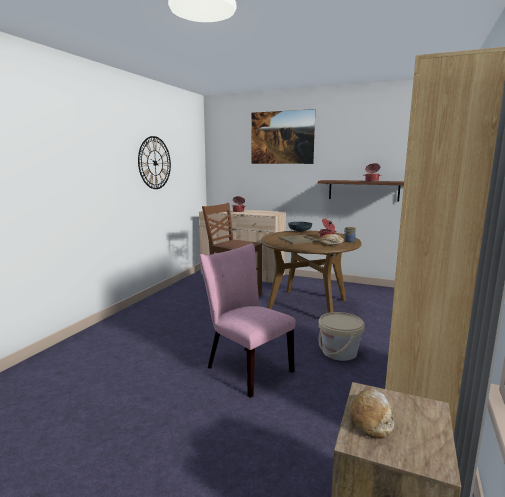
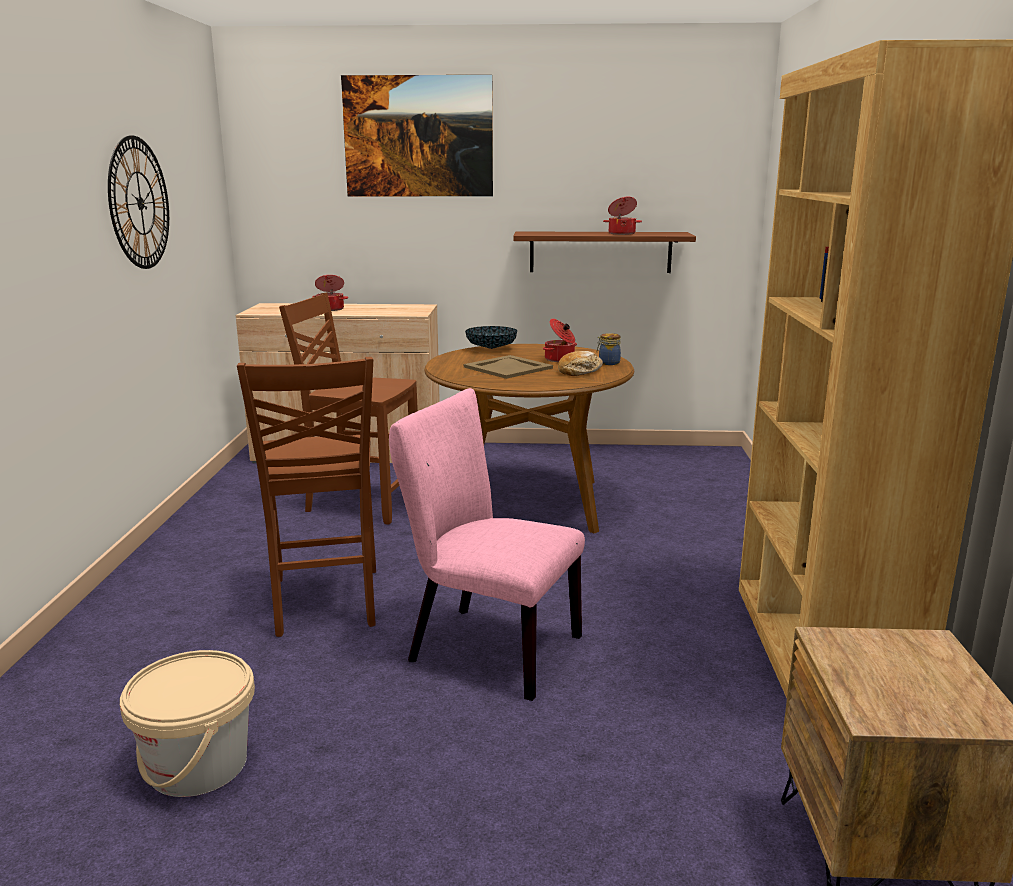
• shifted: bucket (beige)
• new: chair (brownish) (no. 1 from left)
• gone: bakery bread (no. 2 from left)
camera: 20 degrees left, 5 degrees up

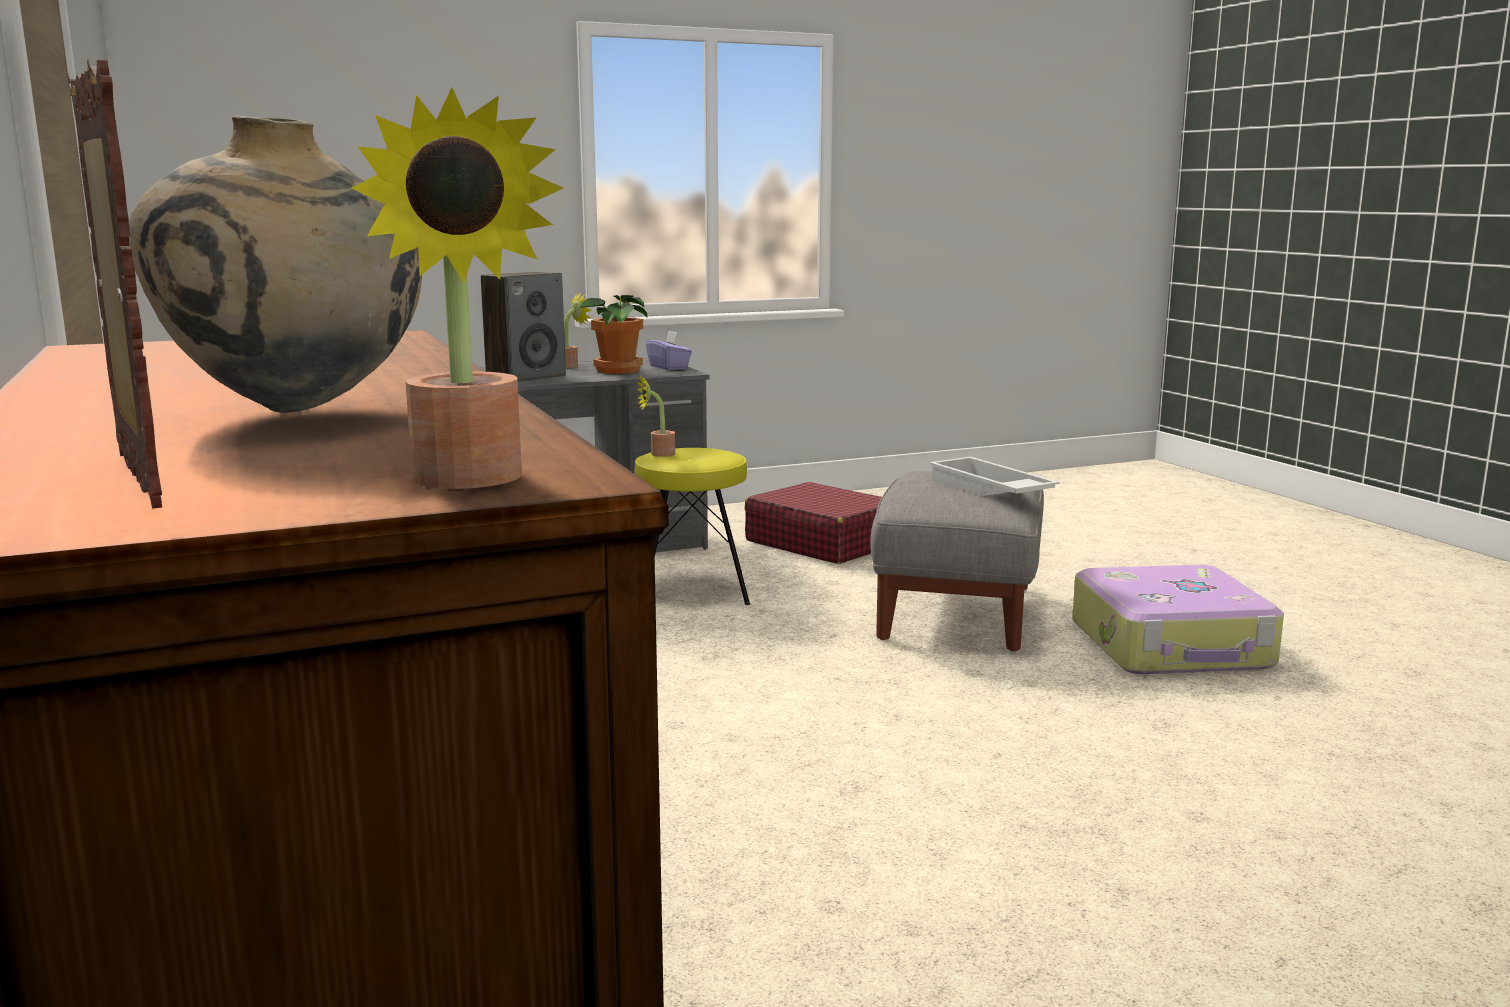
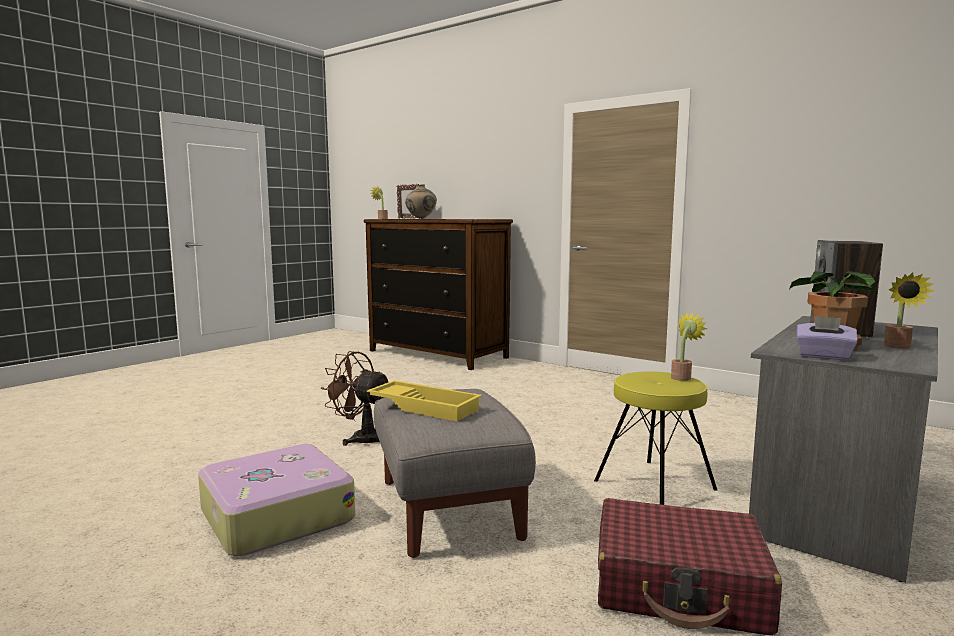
• new: electric fan (brownish)
• repainted: serving tray (white-coloured) to serving tray (yellow-coloured)
camera: 150 degrees right, 5 degrees down

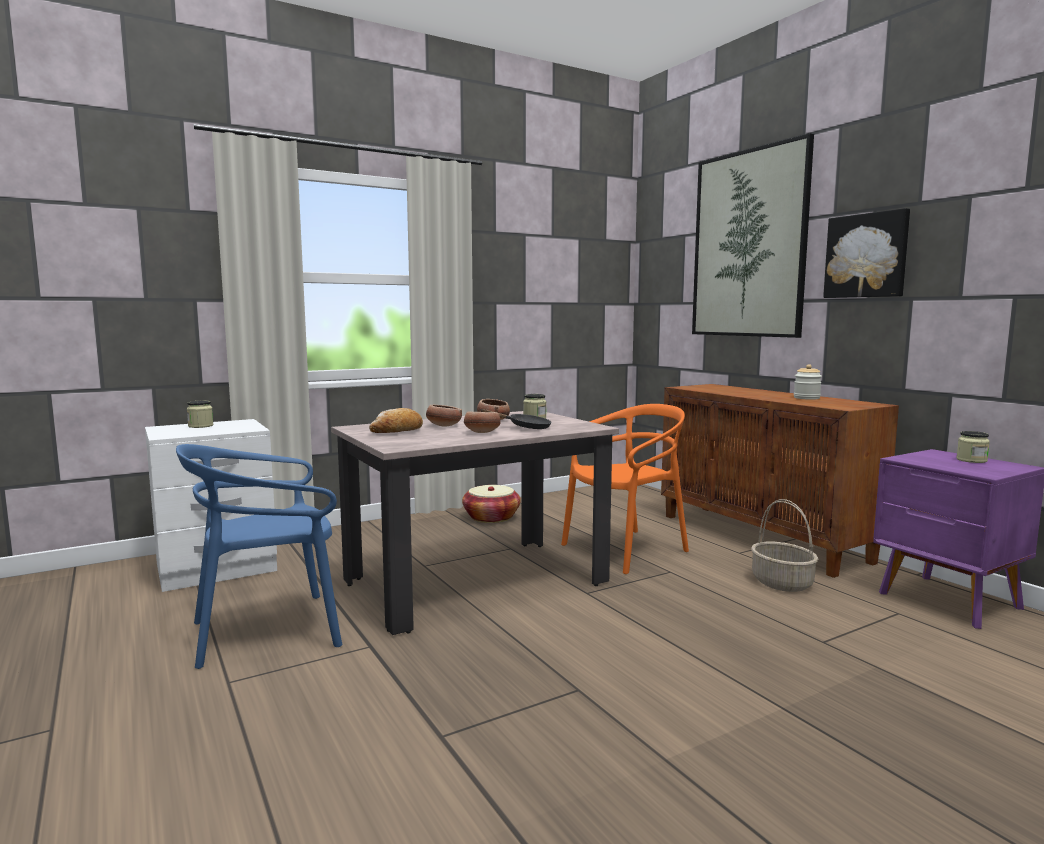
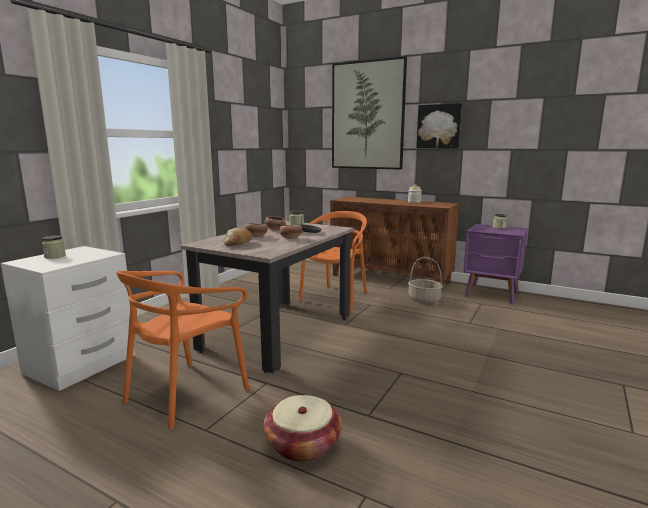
• repainted: chair (blue-coloured) to chair (orangey) (no. 1 from left)
• shifted: basket (no. 1 from left)
camera: 30 degrees left, 5 degrees up

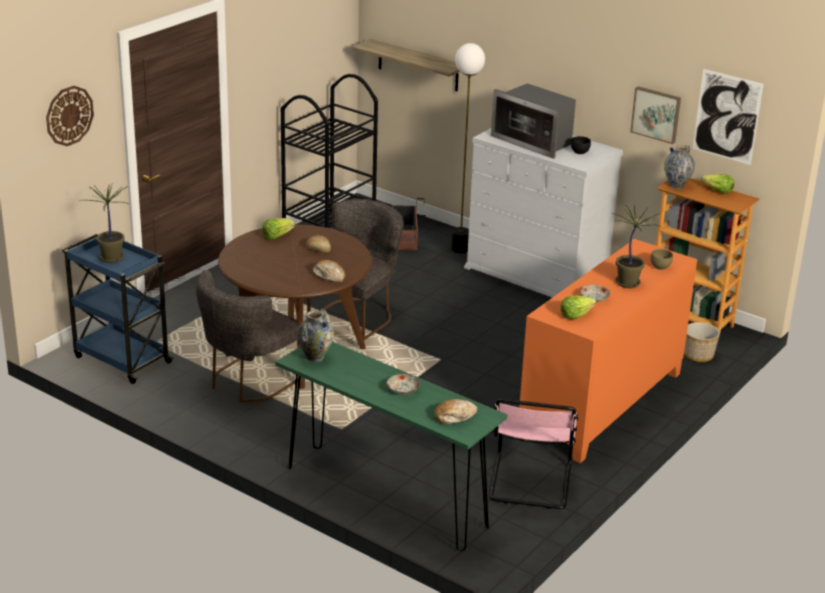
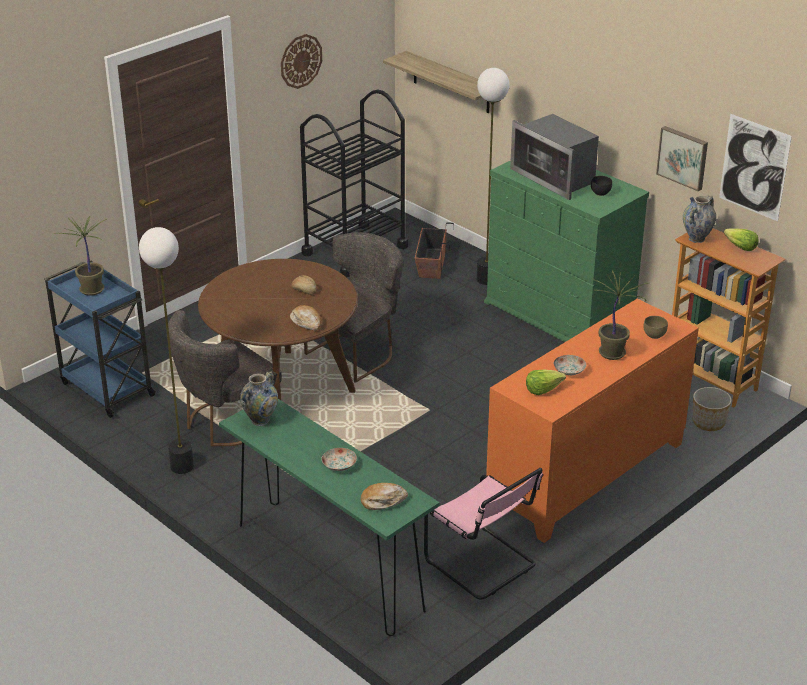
• new: floor lamp (no. 1 from left)
• shifted: hanging clock
• rotated: chair (pinkish) 60 degrees counterclockwise
• repainted: chest of drawers (white-coloured) to chest of drawers (green)
• gone: head of lettuce (no. 1 from left)
camera: 10 degrees right, 5 degrees up

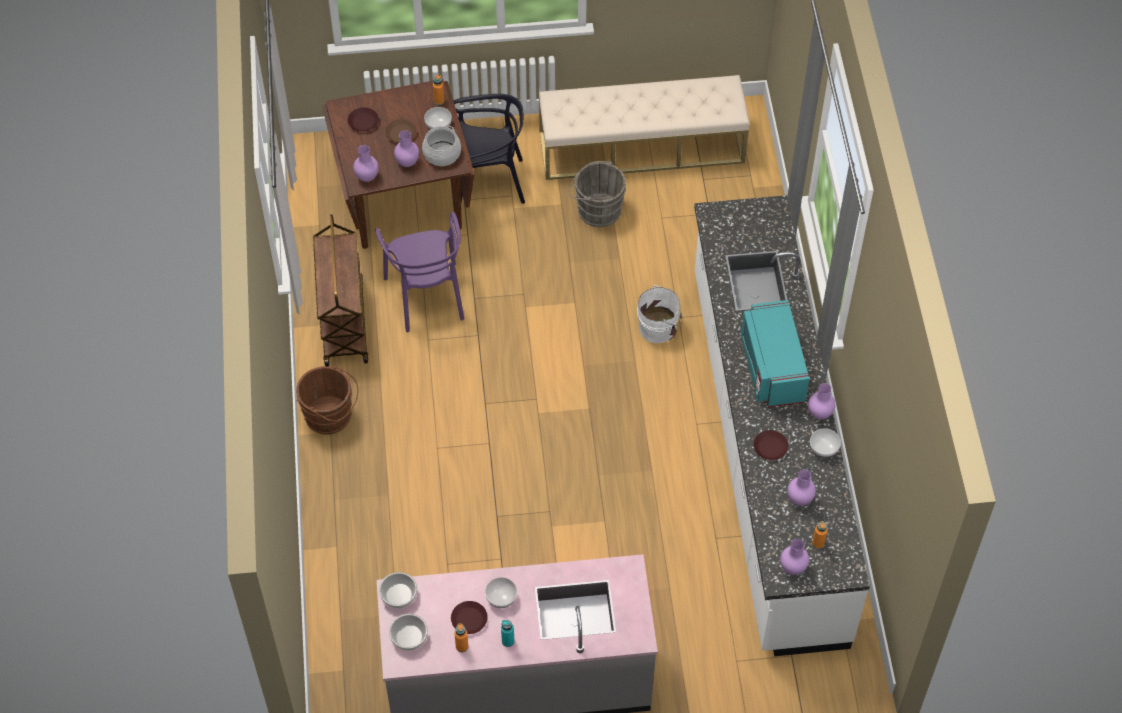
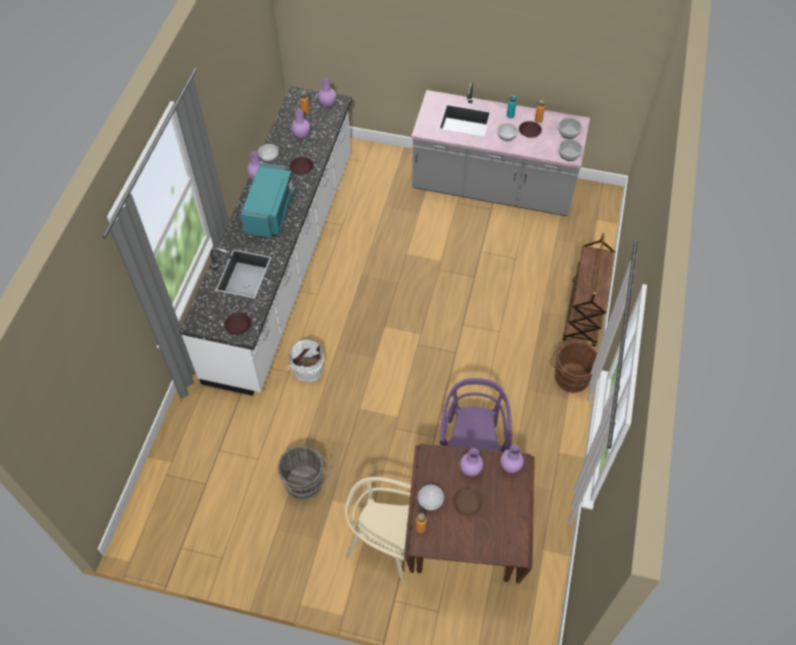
• shifted: dinner plate (brownish) (no. 1 from left)
• repainted: chair (blackish) to chair (beige)
• shifted: trolley (brownish)
• gone: cooking pot
• gone: long seat (beige)
camera: 160 degrees left, 0 degrees up

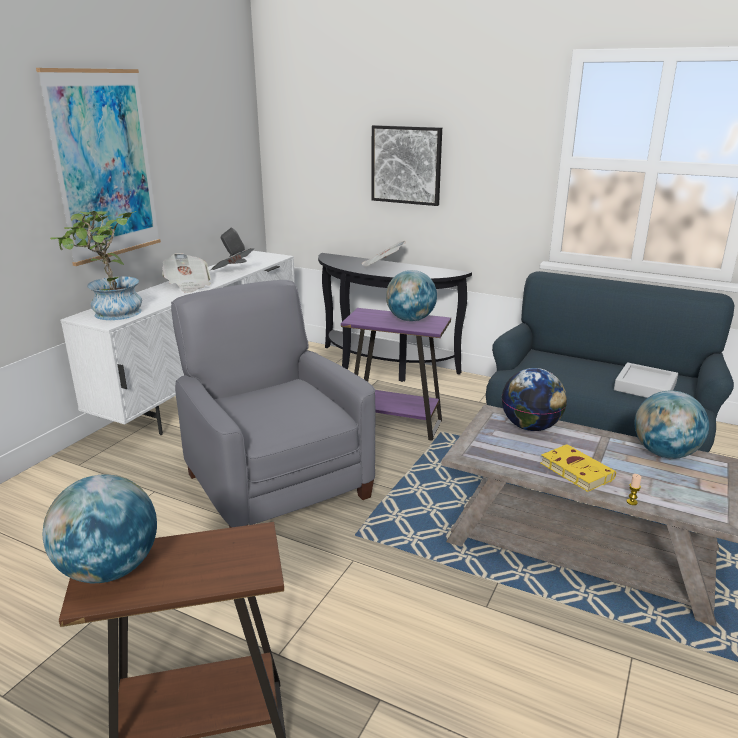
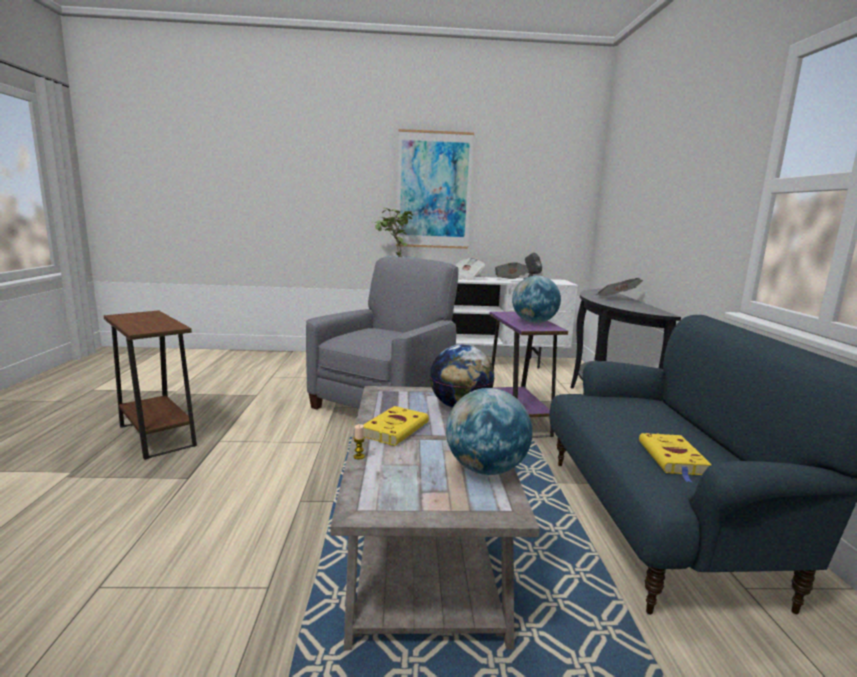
• swapped: serving tray (greyish) to book (yellow-coloured) (no. 2 from left)
• gone: world globe (no. 1 from left)
• gone: picture (no. 2 from left)
camera: 60 degrees right, 10 degrees down

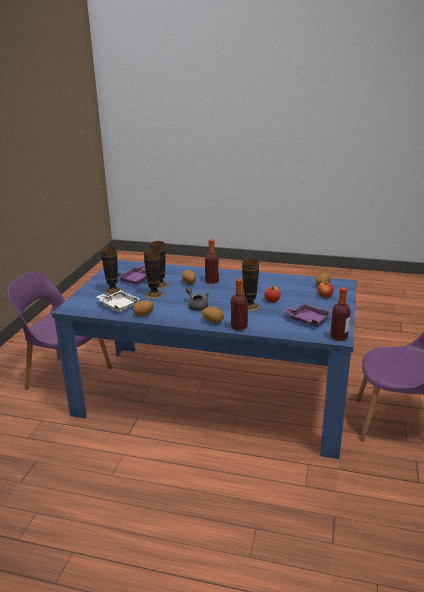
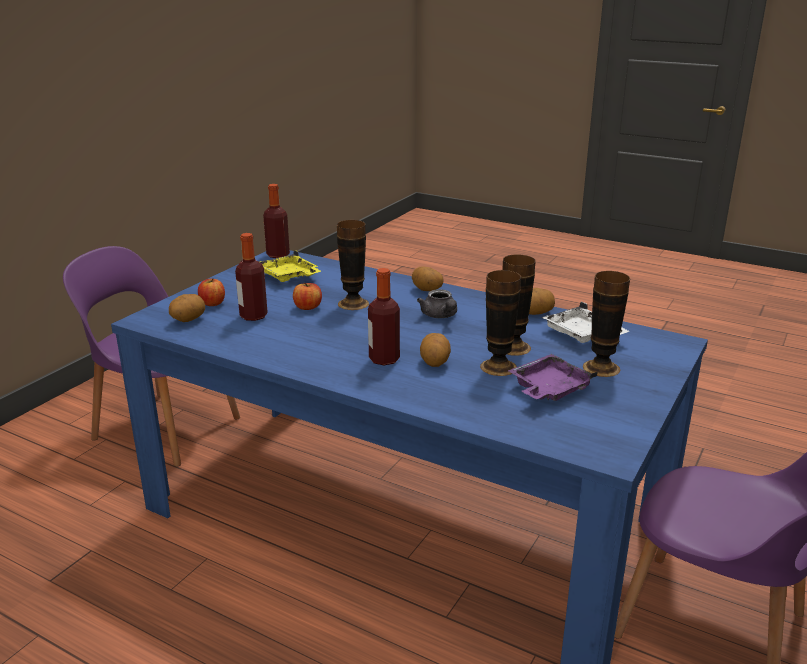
• shifted: beverage bottle (no. 2 from left in the first image) to beverage bottle (no. 1 from left)
• repainted: serving tray (purple) (no. 2 from left) to serving tray (yellow-coloured)
camera: 165 degrees left, 0 degrees up

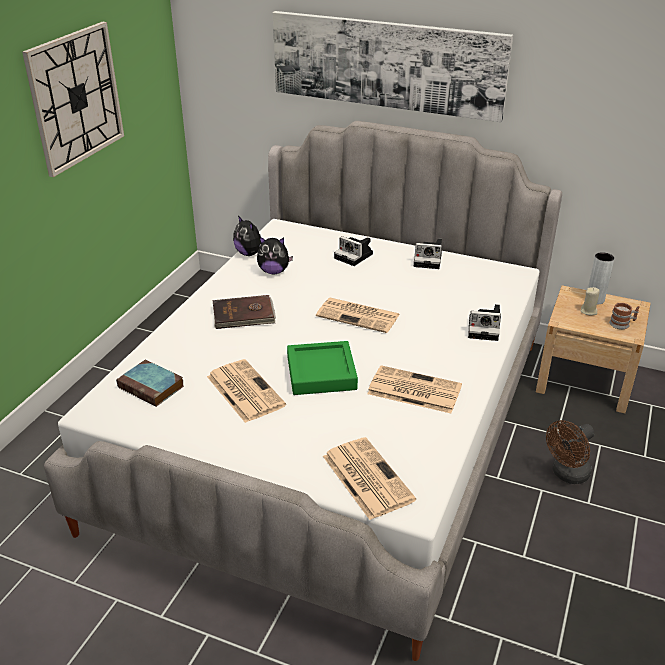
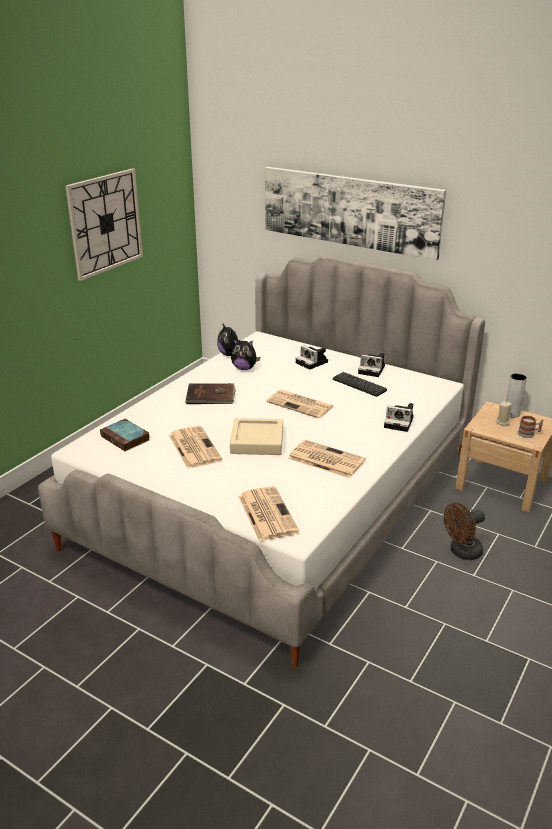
• repainted: serving tray (green) to serving tray (beige)
• new: keyboard
camera: 10 degrees right, 5 degrees down

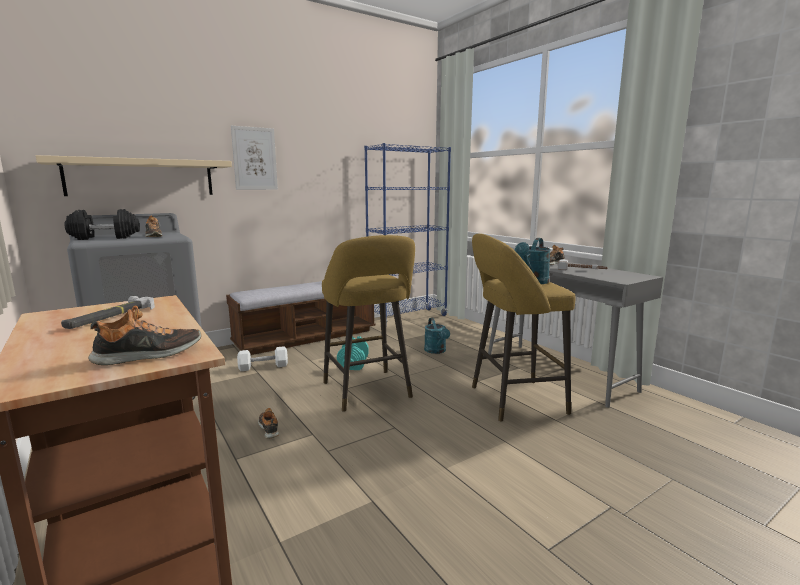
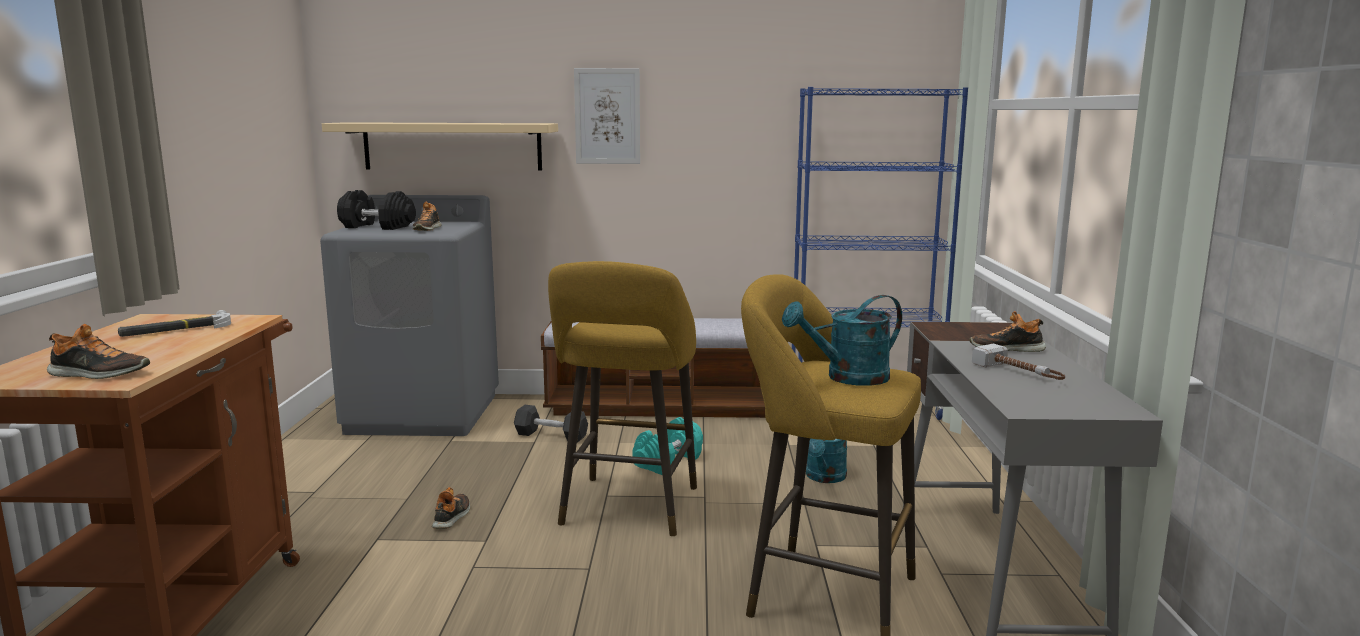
• repainted: dumbbell (white-coloured) to dumbbell (blackish) (no. 2 from left)
camera: 35 degrees right, 0 degrees up

